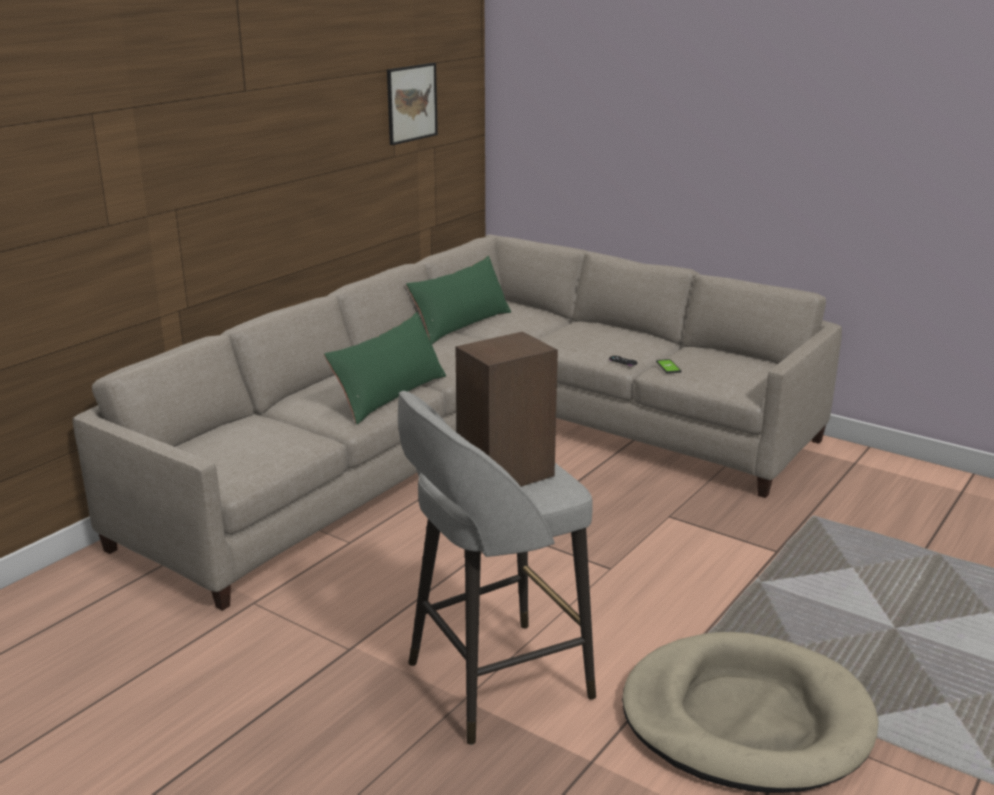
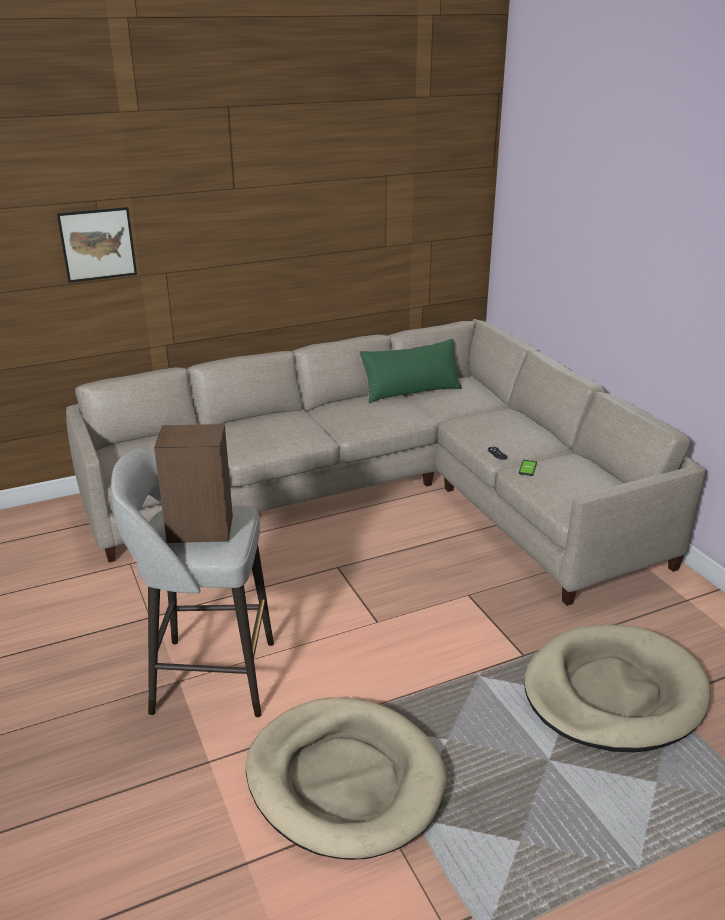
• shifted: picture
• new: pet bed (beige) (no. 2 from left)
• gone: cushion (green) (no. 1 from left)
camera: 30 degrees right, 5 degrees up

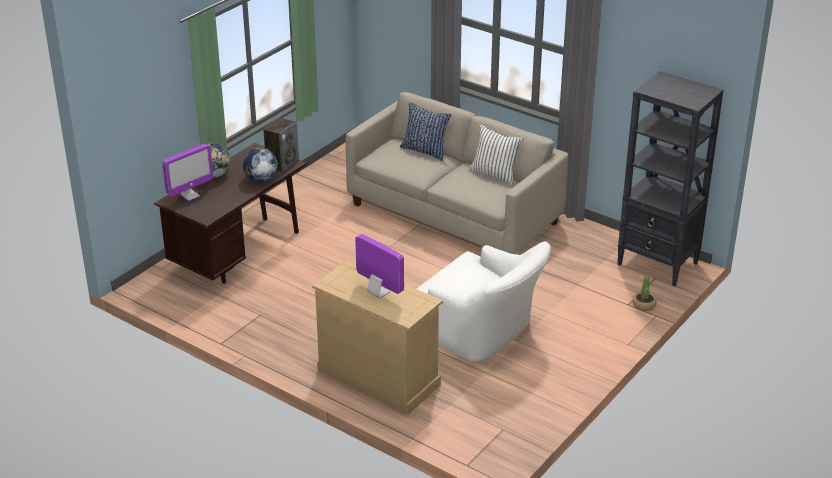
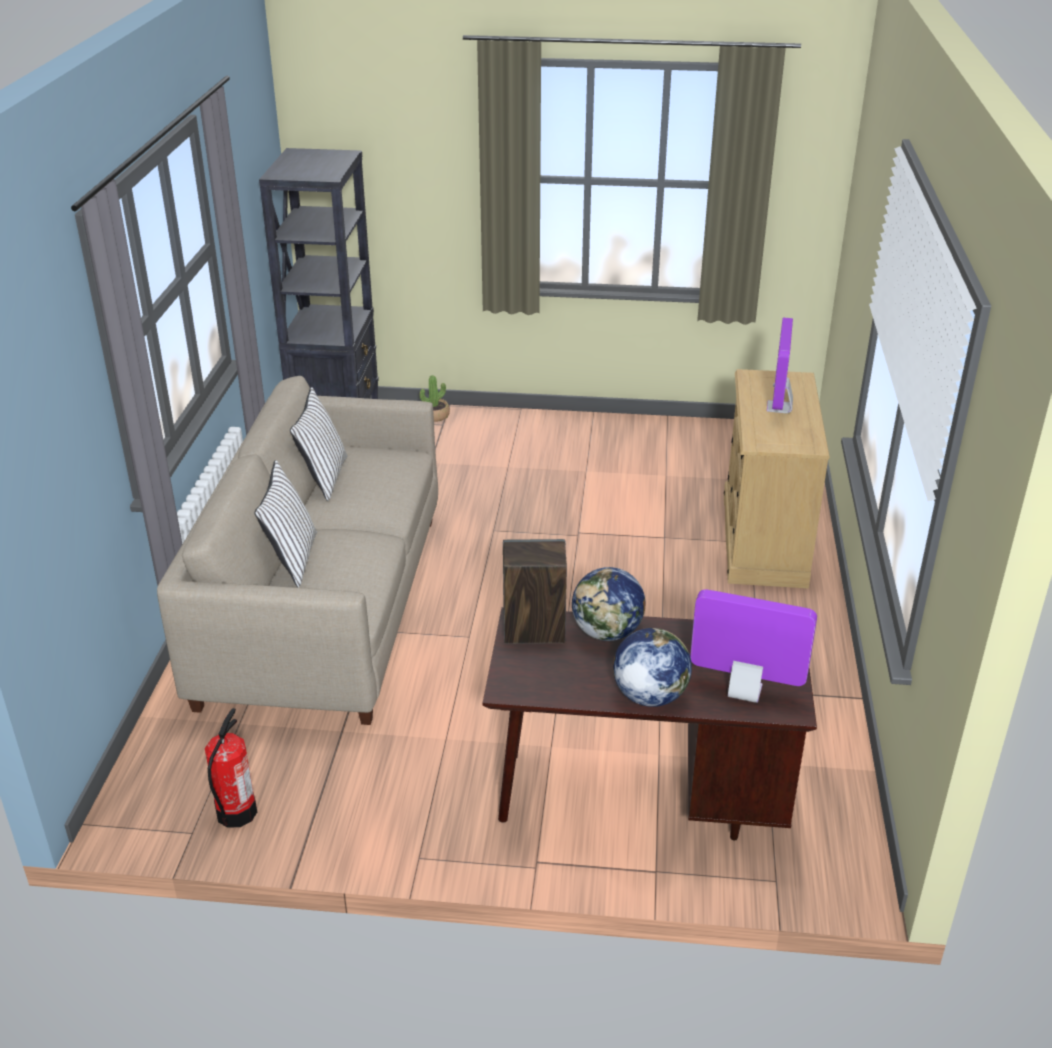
• new: extinguisher
• repainted: cushion (blue-coloured) to cushion (white-coloured) (no. 1 from left)
• gone: easy chair (white-coloured)
camera: 120 degrees left, 0 degrees up

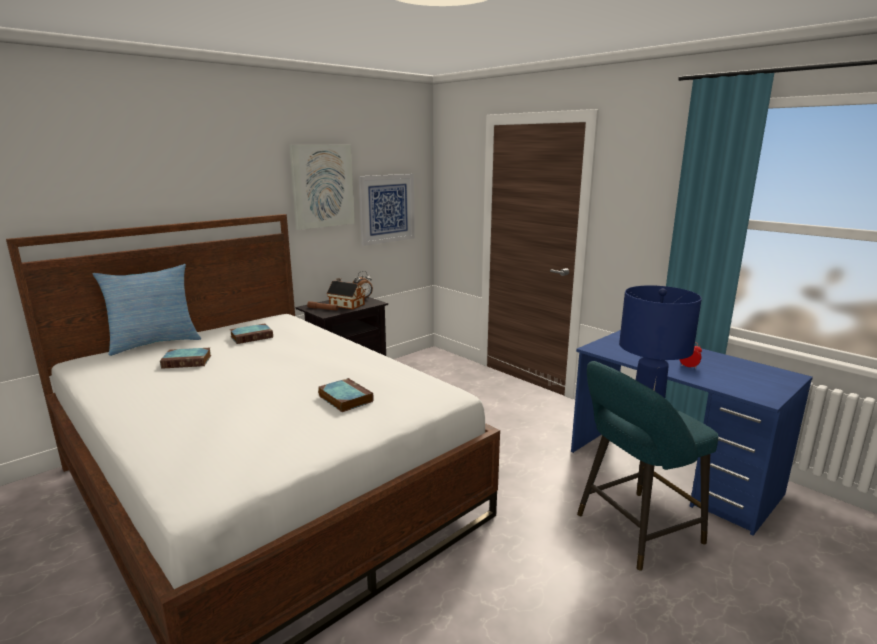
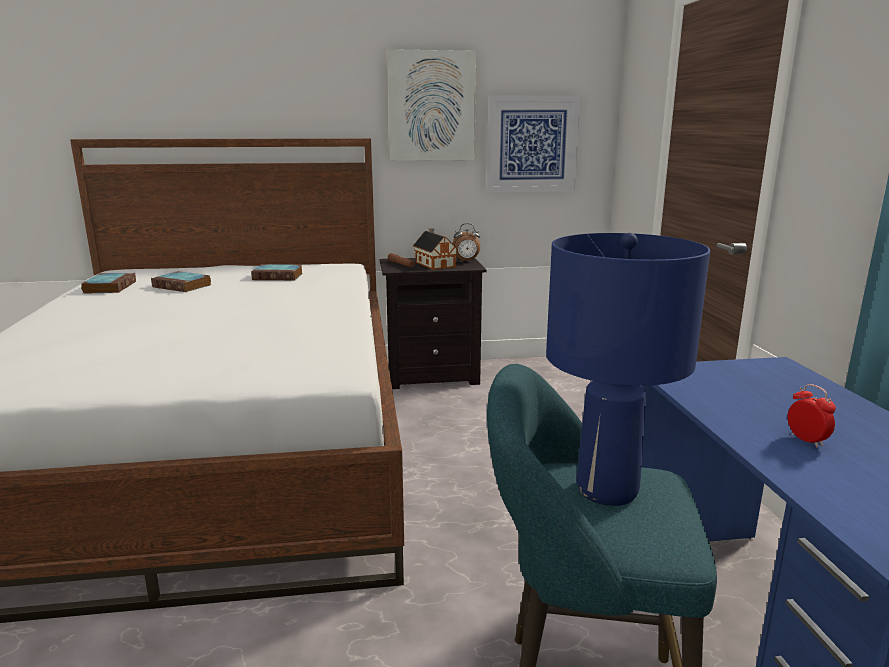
• shifted: book (no. 3 from left in the first image) to book (no. 1 from left)
• gone: cushion
camera: 35 degrees right, 0 degrees up

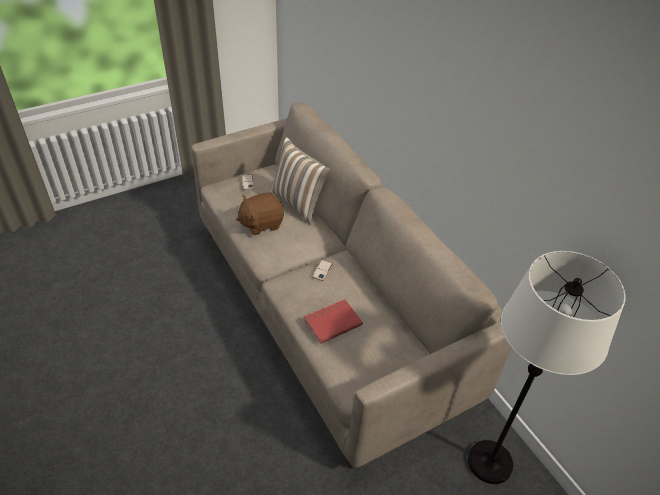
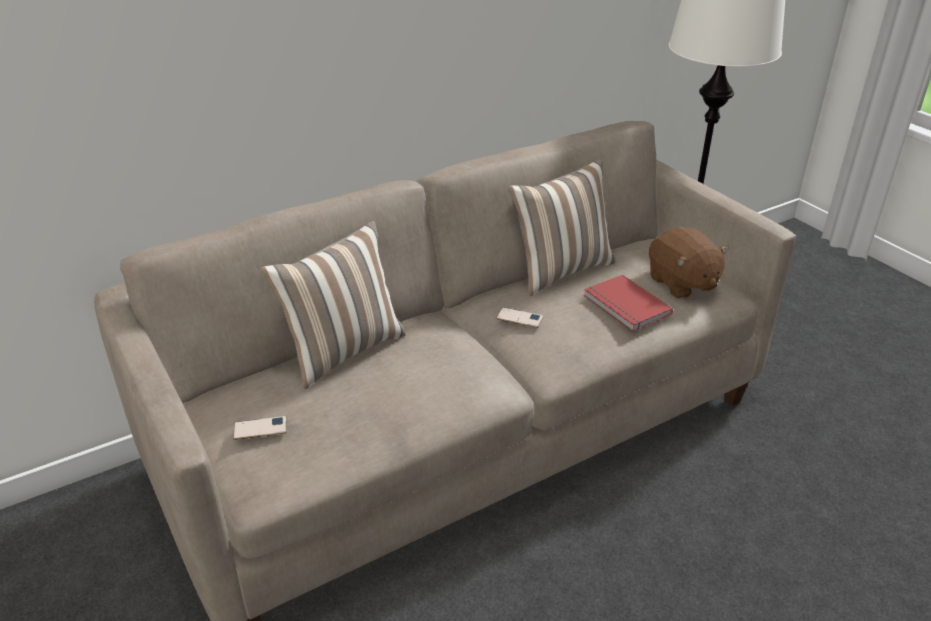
• new: cushion (no. 2 from left)
• shifted: soft toy (brownish)
camera: 90 degrees left, 10 degrees down

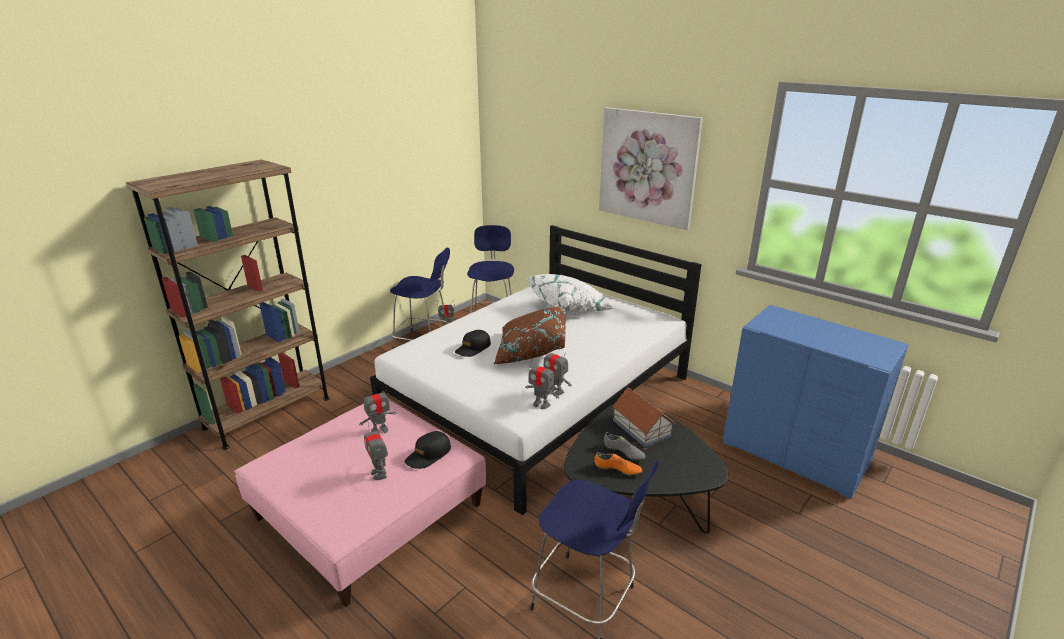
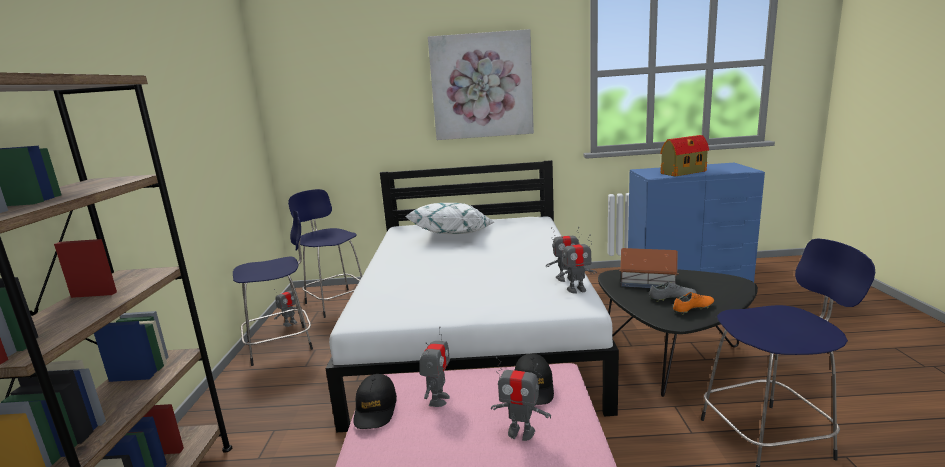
• shifted: peaked cap (blackish) (no. 2 from left in the first image) to peaked cap (blackish) (no. 1 from left)
• new: toy house (no. 2 from left)
• gone: cushion (brownish)
camera: 40 degrees left, 10 degrees down

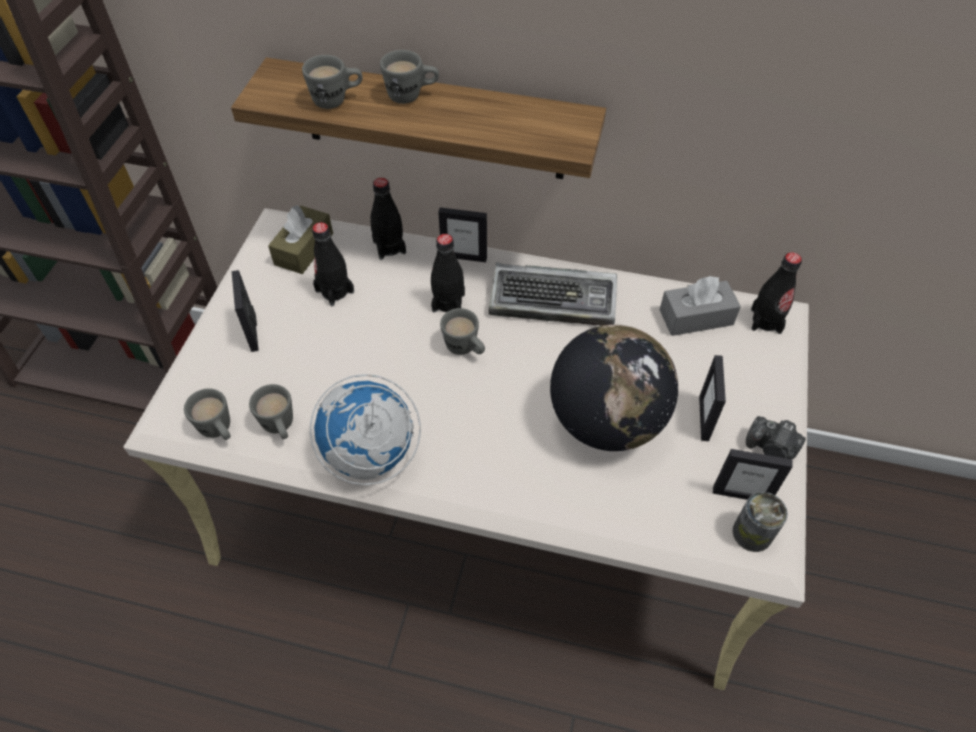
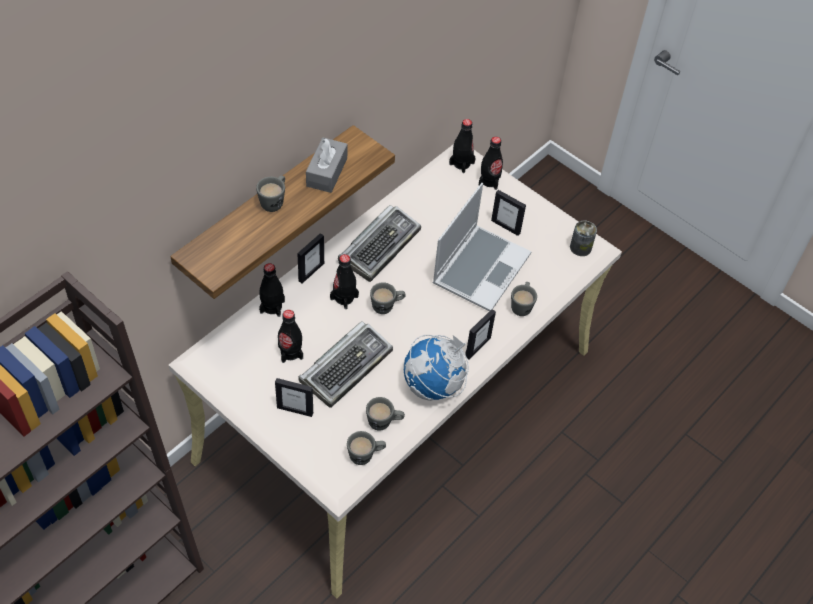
• new: keyboard (no. 1 from left)
• shifted: tissue box (greyish)
• swapped: world globe (no. 2 from left) to portable computer
• shifted: picture frame (no. 4 from left in the first image) to picture frame (no. 3 from left)
• new: beverage bottle (blackish) (no. 5 from left)
• shifted: coffee mug (greyish) (no. 3 from left in the first image) to coffee mug (greyish) (no. 5 from left)
• gone: tissue box (brownish)
• gone: photo camera
camera: 65 degrees left, 0 degrees up

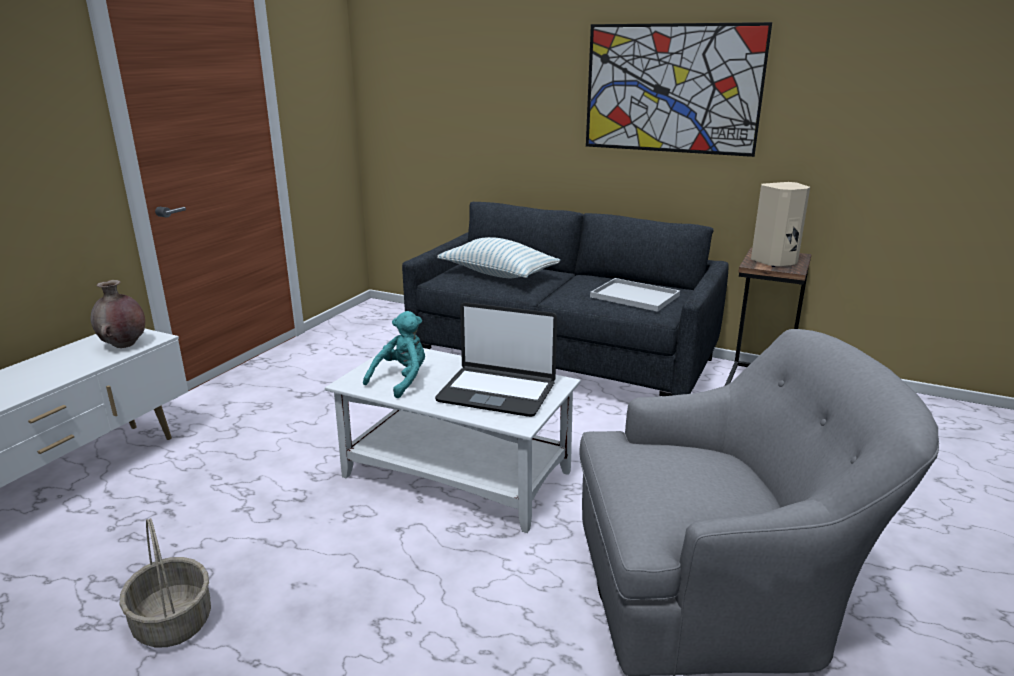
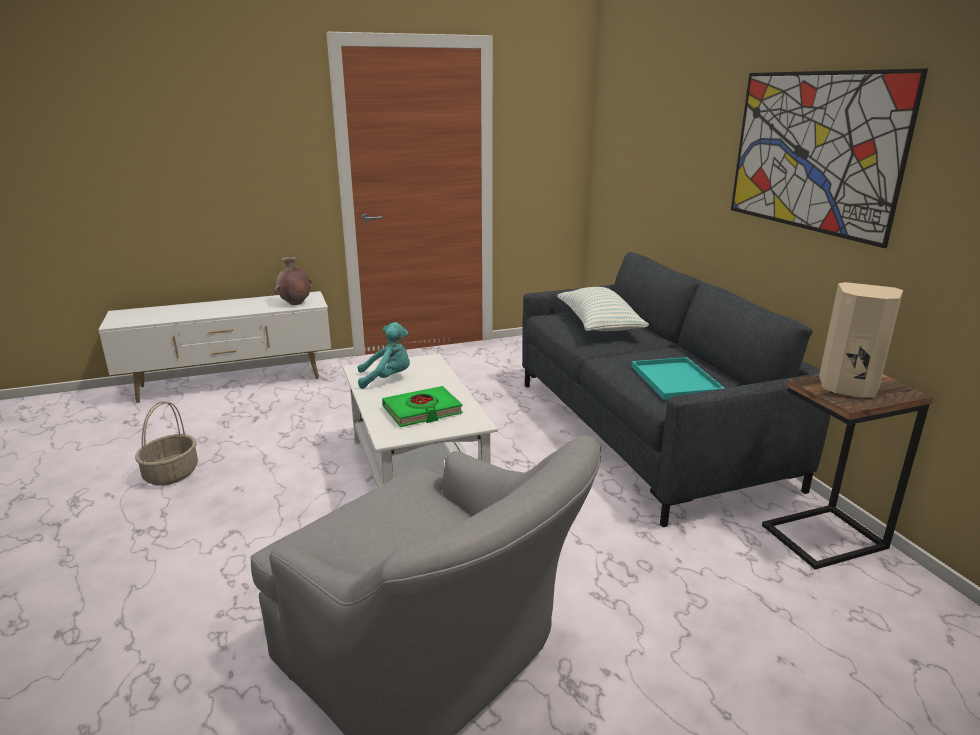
• swapped: portable computer to book (green)
• repainted: serving tray (white-coloured) to serving tray (blue-green)
camera: 45 degrees right, 0 degrees up

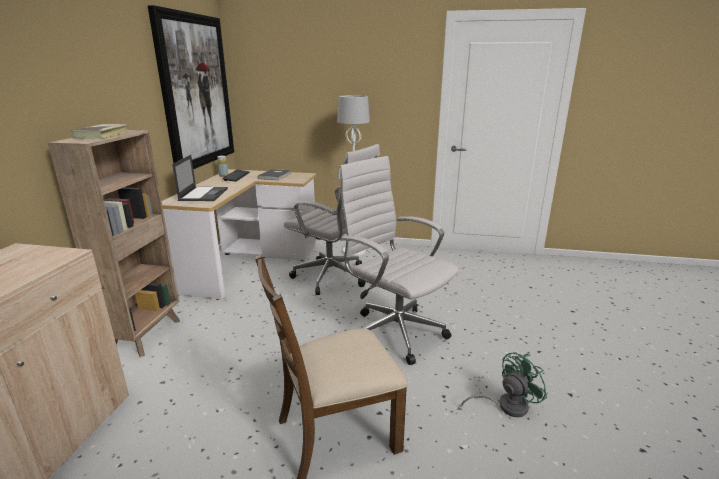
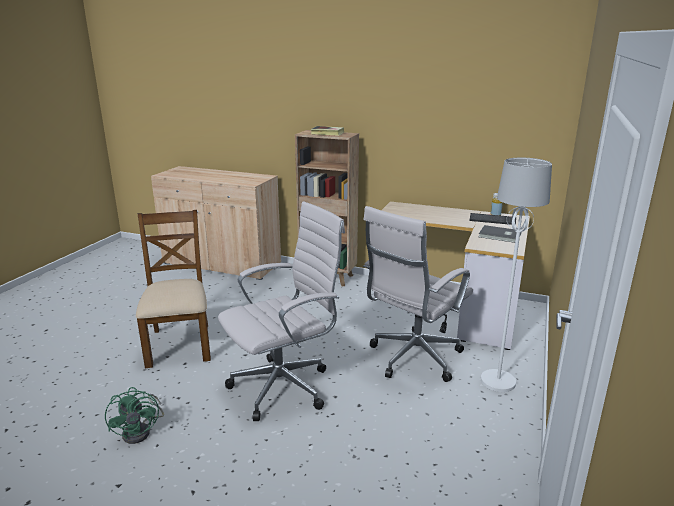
• gone: picture
• gone: portable computer
camera: 100 degrees right, 0 degrees up

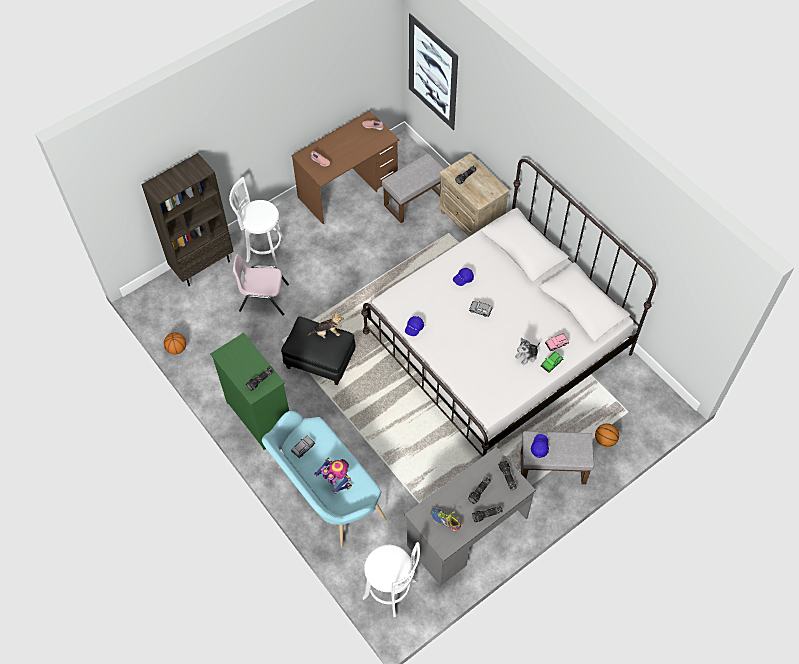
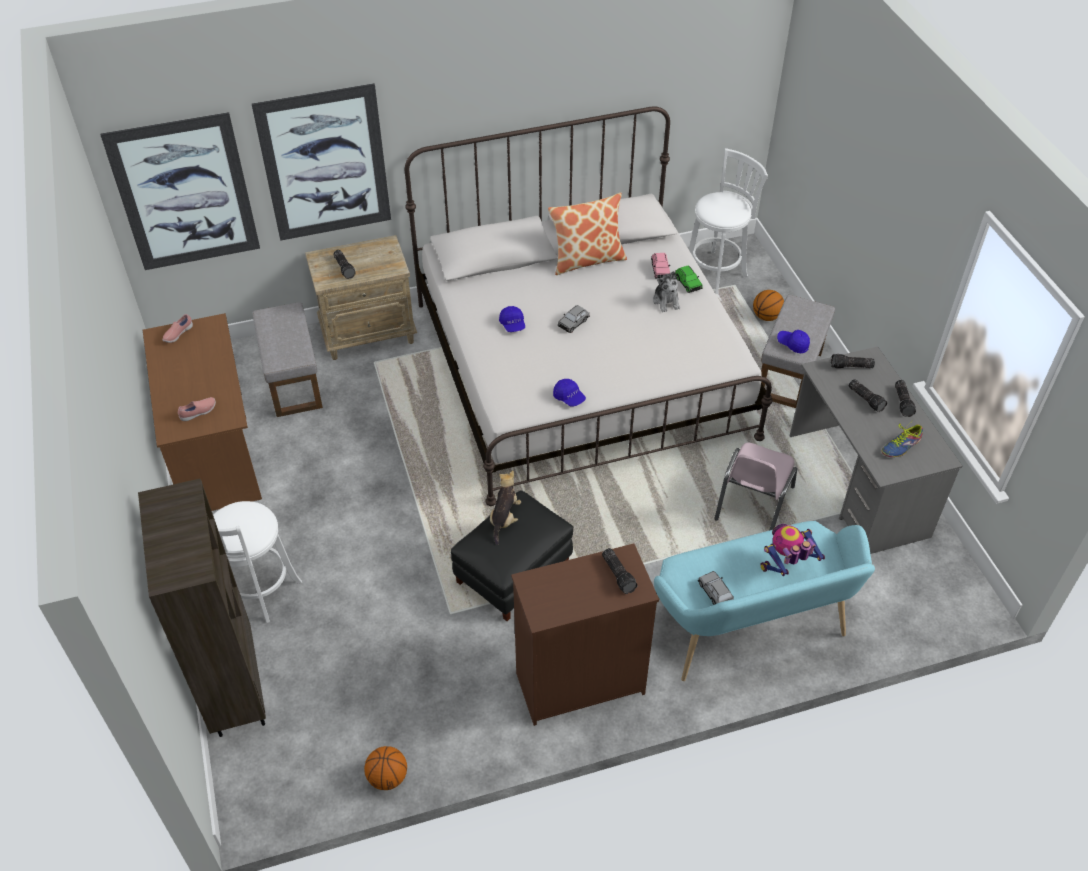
• new: picture (no. 2 from left)
• repainted: chest of drawers (green) to chest of drawers (brownish)
• new: cushion
• shifted: sitting stool (white-coloured) (no. 2 from left)
• shifted: chair (pinkish)
camera: 70 degrees left, 10 degrees down

